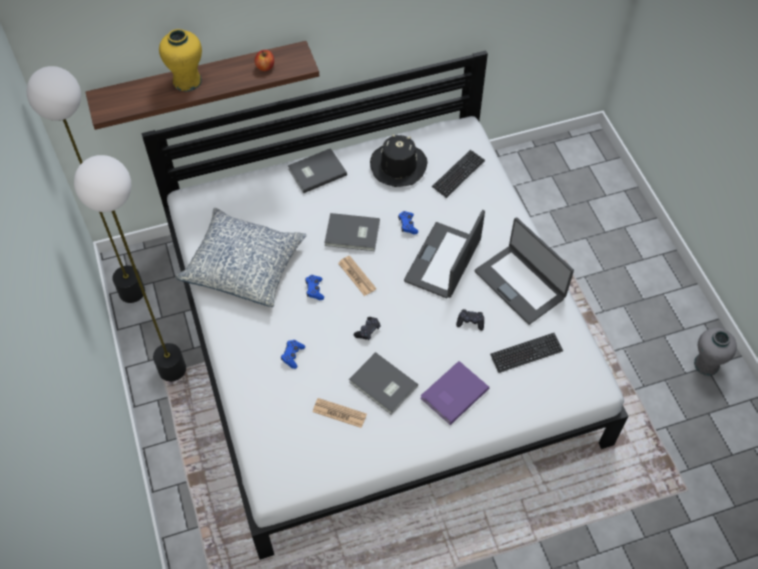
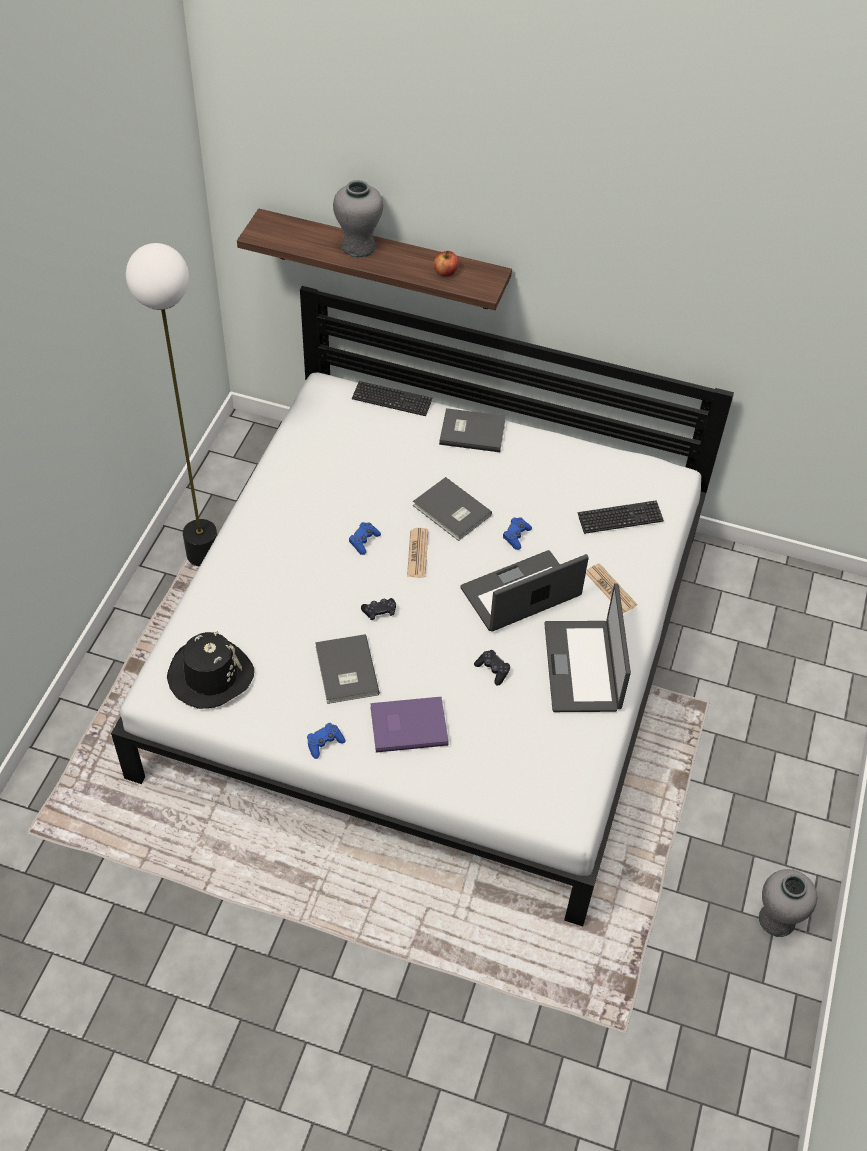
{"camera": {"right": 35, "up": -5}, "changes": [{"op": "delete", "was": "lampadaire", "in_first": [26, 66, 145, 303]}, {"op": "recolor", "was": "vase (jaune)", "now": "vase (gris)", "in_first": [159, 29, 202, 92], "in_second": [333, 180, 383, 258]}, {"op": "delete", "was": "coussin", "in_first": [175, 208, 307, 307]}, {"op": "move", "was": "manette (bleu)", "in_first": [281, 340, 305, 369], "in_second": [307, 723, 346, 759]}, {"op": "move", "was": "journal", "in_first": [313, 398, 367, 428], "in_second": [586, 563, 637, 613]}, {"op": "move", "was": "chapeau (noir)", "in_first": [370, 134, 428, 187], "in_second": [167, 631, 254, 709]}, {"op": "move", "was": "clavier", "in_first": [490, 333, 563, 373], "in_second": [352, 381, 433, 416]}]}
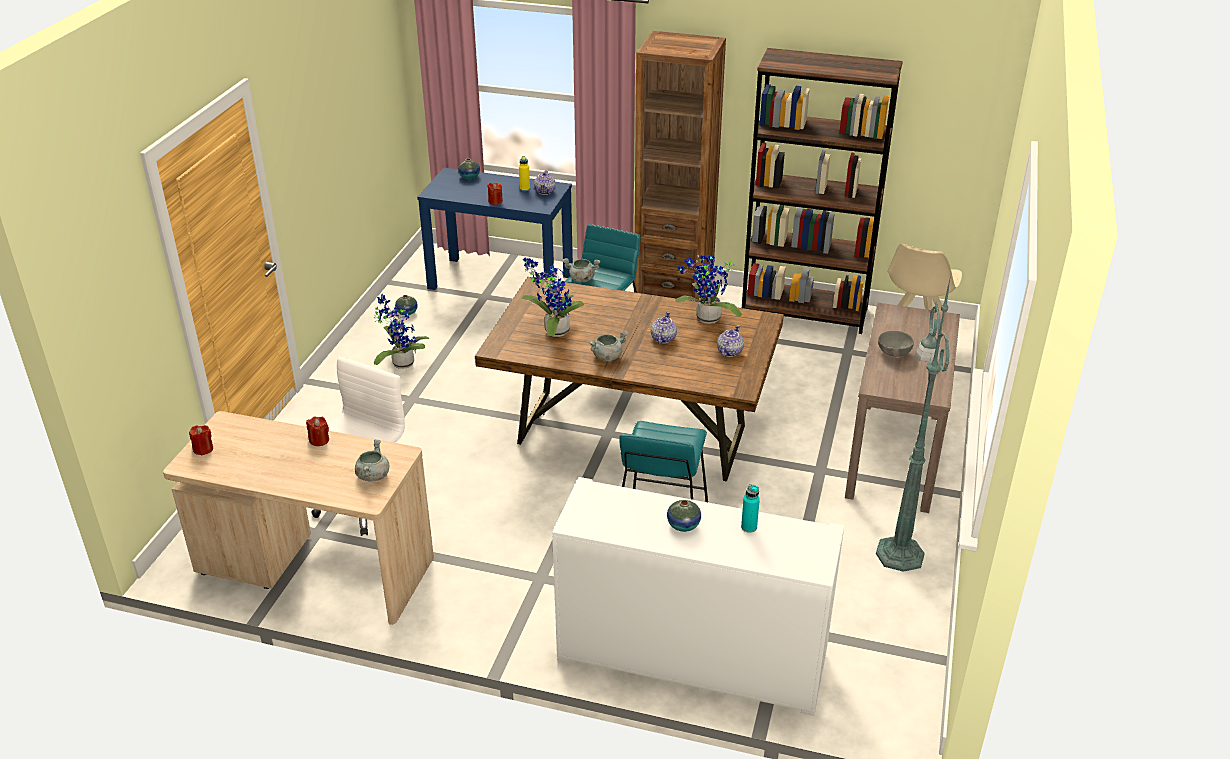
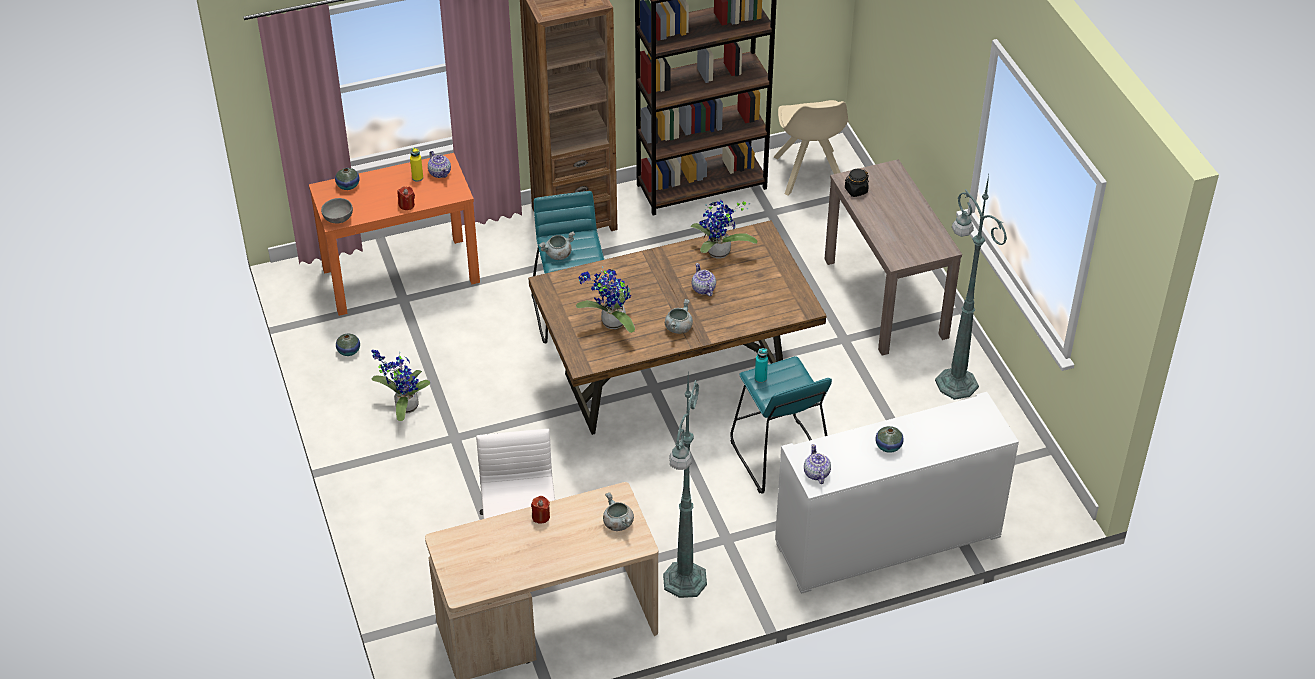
{"camera": {"right": -35, "up": 10}, "changes": [{"op": "delete", "was": "bougie (rouge)", "in_first": [189, 425, 213, 455]}, {"op": "recolor", "was": "table console (bleu)", "now": "table console (orange)", "in_first": [417, 168, 573, 290], "in_second": [309, 153, 480, 316]}, {"op": "move", "was": "théière", "in_first": [717, 325, 744, 357], "in_second": [804, 444, 831, 484]}, {"op": "move", "was": "bouteille (turquoise)", "in_first": [741, 484, 760, 533], "in_second": [755, 348, 768, 383]}, {"op": "move", "was": "bol (gris)", "in_first": [878, 331, 914, 357], "in_second": [321, 198, 353, 224]}, {"op": "insert", "now": "lampadaire (vert)", "in_second": [663, 373, 707, 598]}, {"op": "insert", "now": "bocal (noir)", "in_second": [845, 169, 869, 197]}]}
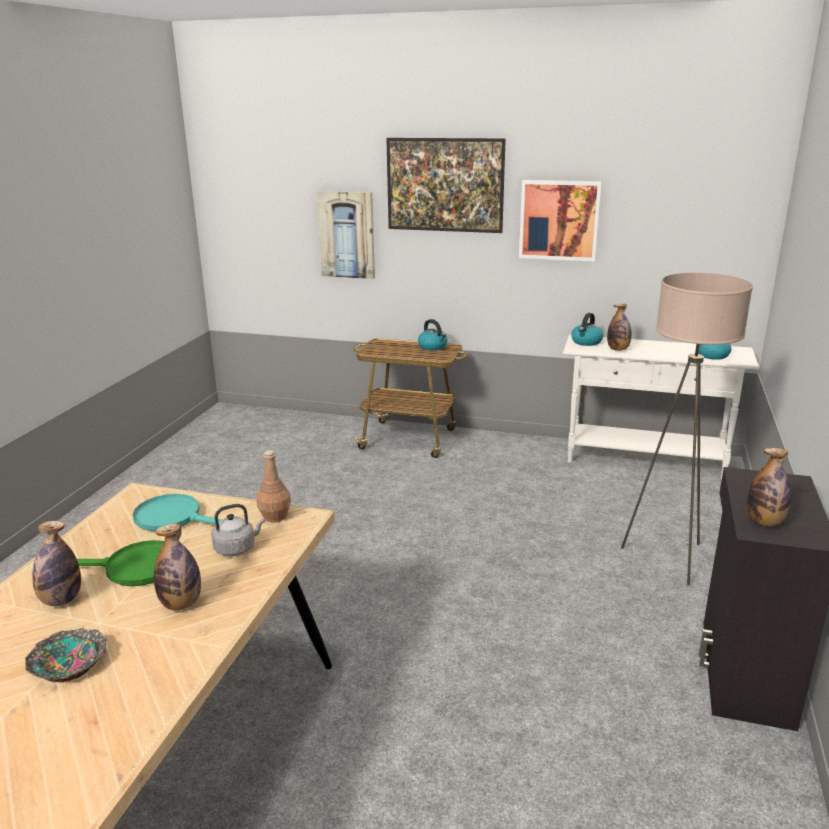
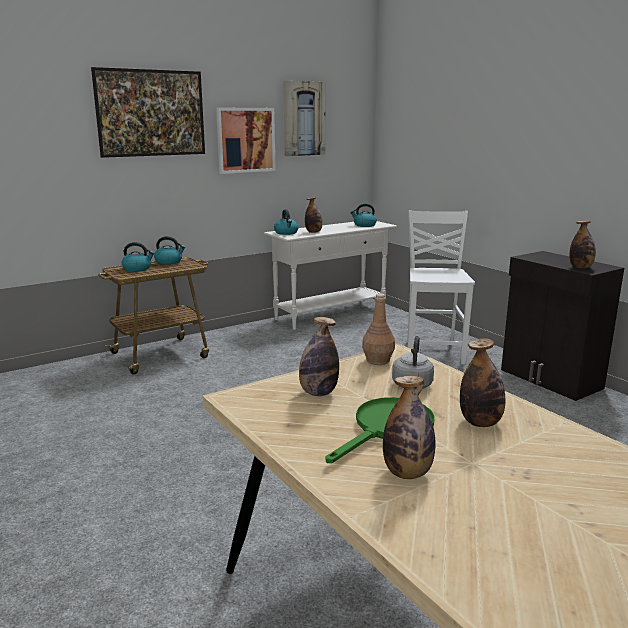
{"camera": {"right": -50, "up": -5}, "changes": [{"op": "delete", "was": "bol", "in_first": [25, 627, 107, 683]}, {"op": "replace", "was": "poêle (turquoise)", "now": "bouteille", "in_first": [132, 494, 222, 531], "in_second": [299, 317, 339, 396]}, {"op": "move", "was": "tableau", "in_first": [317, 191, 375, 279], "in_second": [284, 81, 326, 156]}, {"op": "replace", "was": "lampadaire (beige)", "now": "chaise (blanc)", "in_first": [621, 273, 753, 585], "in_second": [407, 210, 475, 365]}, {"op": "insert", "now": "bouilloire", "in_second": [122, 242, 154, 272]}]}
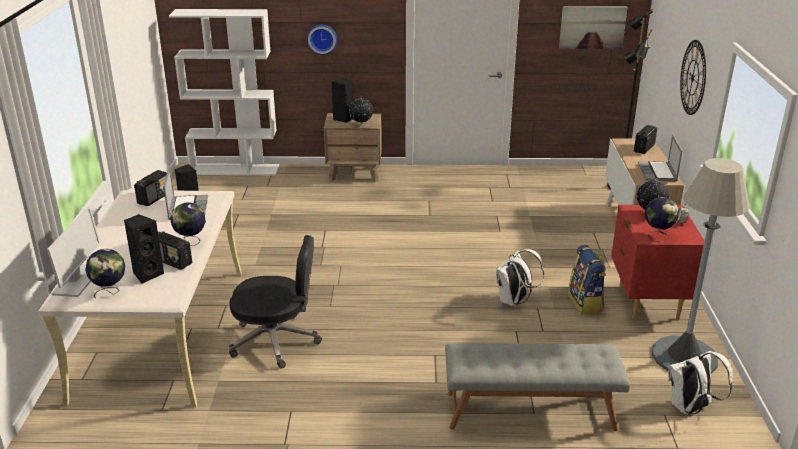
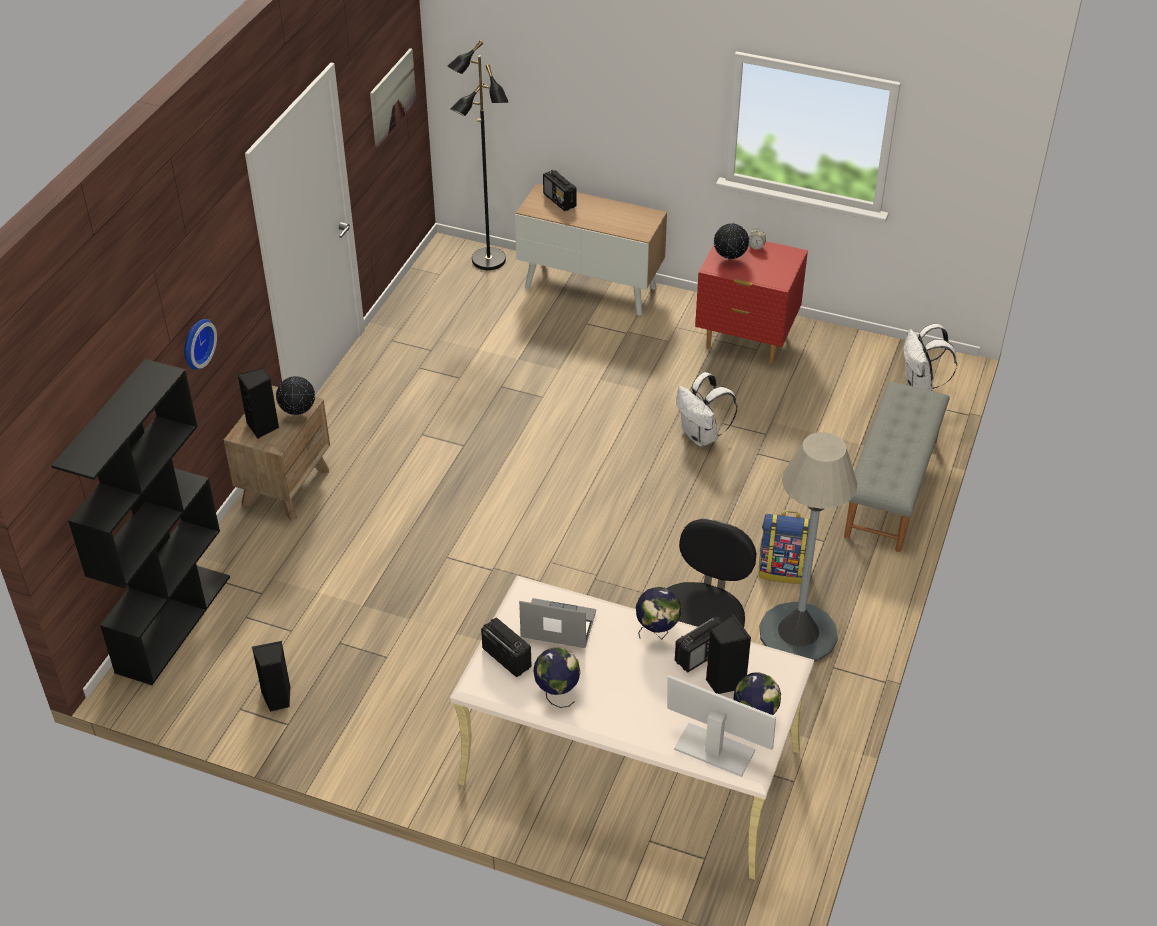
{"camera": {"right": -70, "up": 15}, "changes": [{"op": "recolor", "was": "bibliothèque (blanc)", "now": "bibliothèque (noir)", "in_first": [169, 9, 279, 175], "in_second": [51, 359, 230, 685]}, {"op": "move", "was": "sac à dos", "in_first": [568, 245, 606, 315], "in_second": [759, 511, 810, 584]}, {"op": "delete", "was": "ordinateur portable", "in_first": [638, 134, 682, 181]}, {"op": "move", "was": "globe", "in_first": [645, 197, 679, 242], "in_second": [533, 648, 580, 708]}, {"op": "move", "was": "lampadaire (gris)", "in_first": [652, 158, 750, 374], "in_second": [759, 432, 858, 662]}, {"op": "delete", "was": "horloge murale", "in_first": [680, 40, 706, 115]}]}
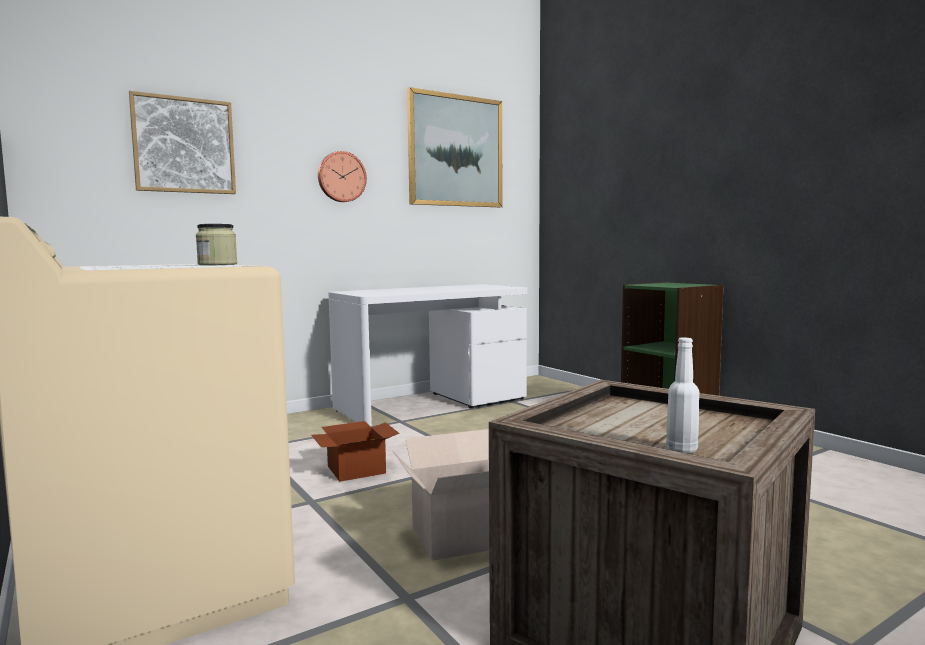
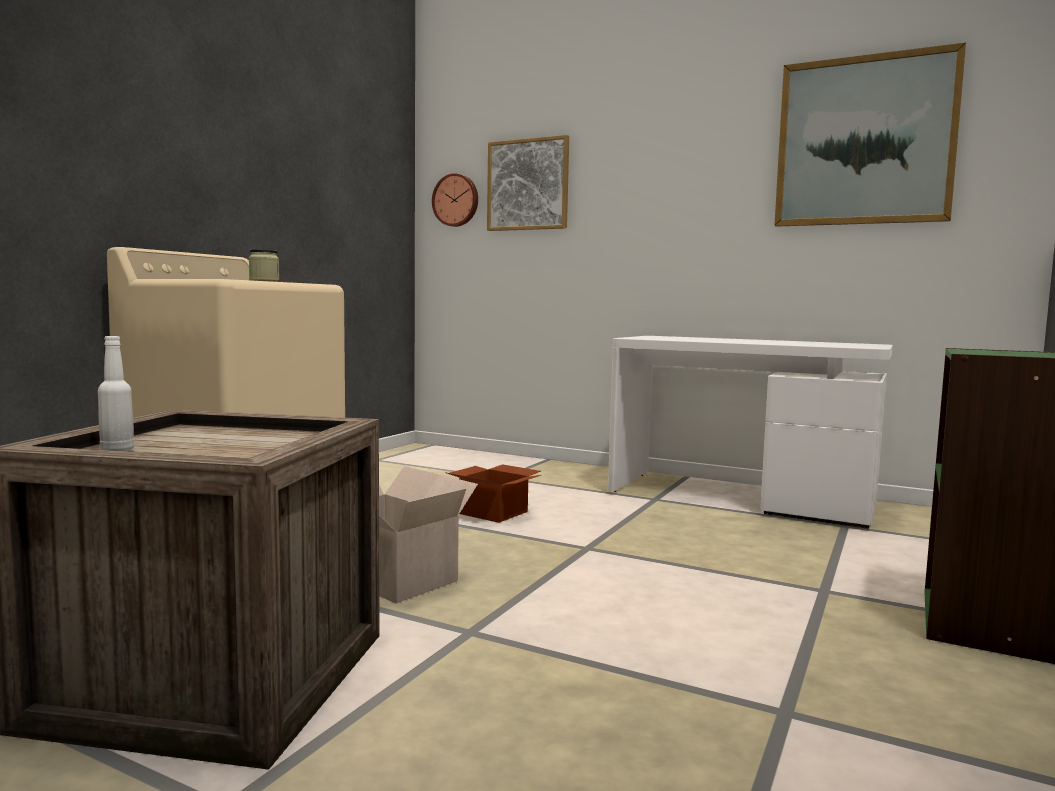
{"camera": {"right": 60, "up": 0}, "changes": [{"op": "move", "was": "horloge murale", "in_first": [318, 151, 367, 202], "in_second": [432, 173, 478, 227]}]}
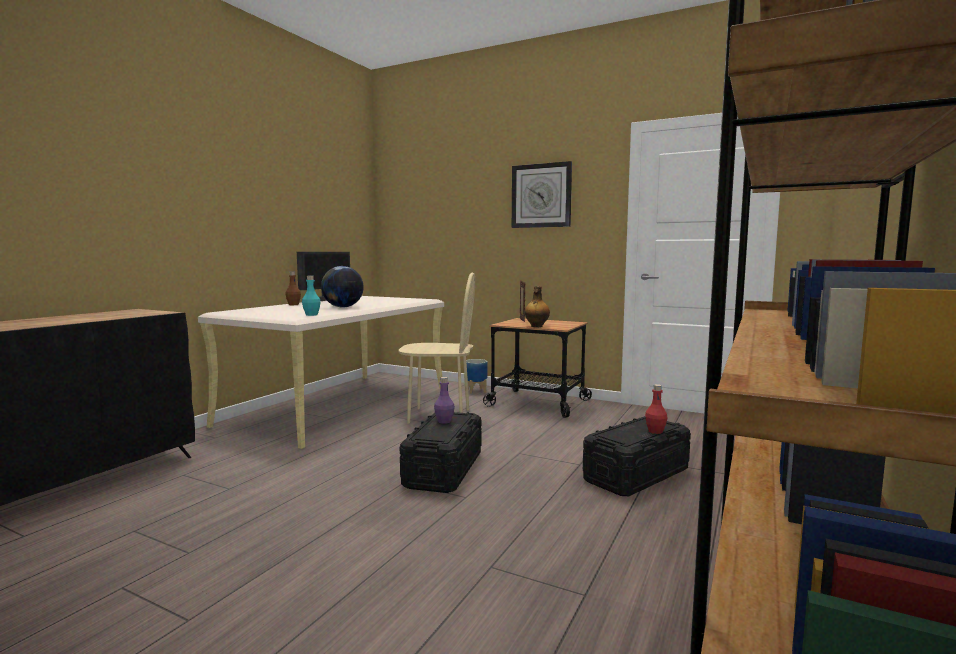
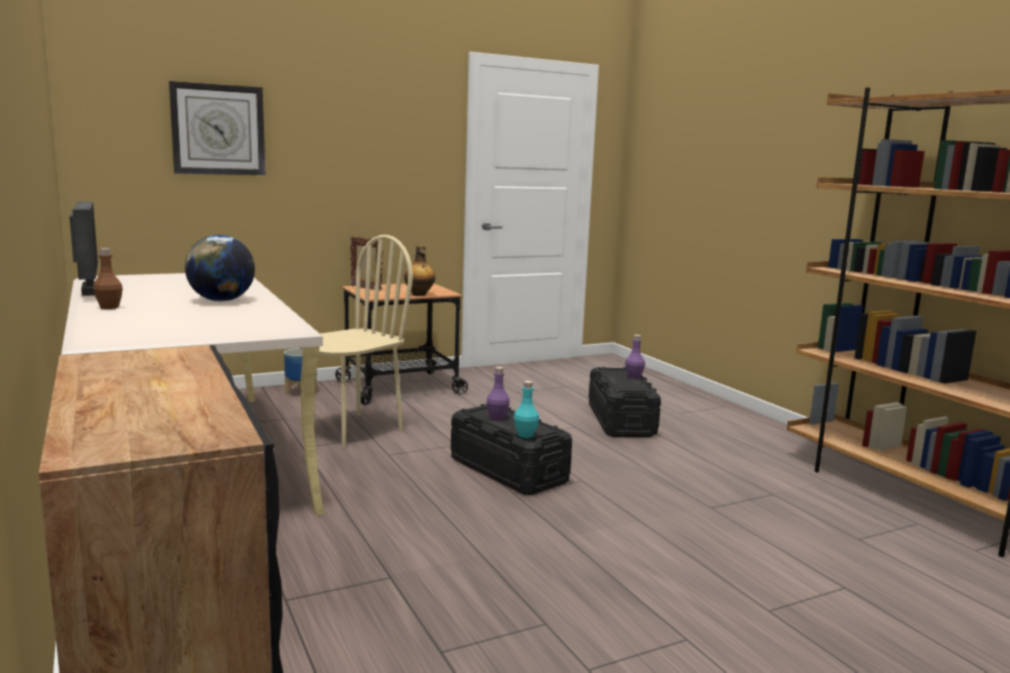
{"camera": {"right": -55, "up": 5}, "changes": [{"op": "move", "was": "bouteille (turquoise)", "in_first": [302, 276, 321, 316], "in_second": [514, 381, 539, 438]}, {"op": "move", "was": "horloge murale", "in_first": [512, 161, 572, 228], "in_second": [169, 81, 265, 175]}, {"op": "recolor", "was": "bouteille (rouge)", "now": "bouteille (violet)", "in_first": [645, 384, 667, 434], "in_second": [625, 335, 645, 379]}]}
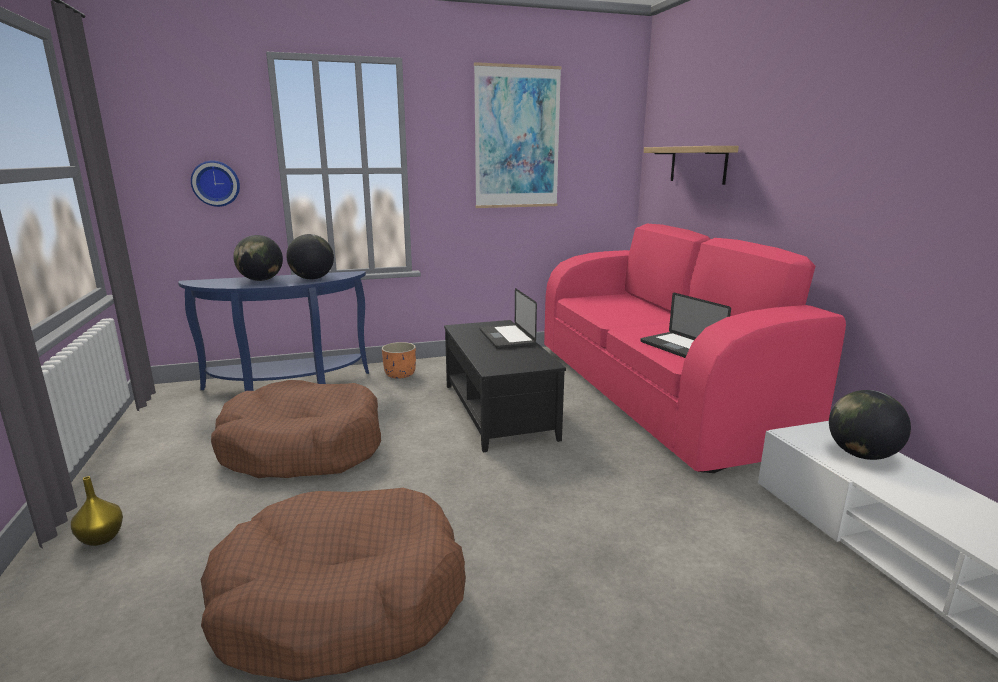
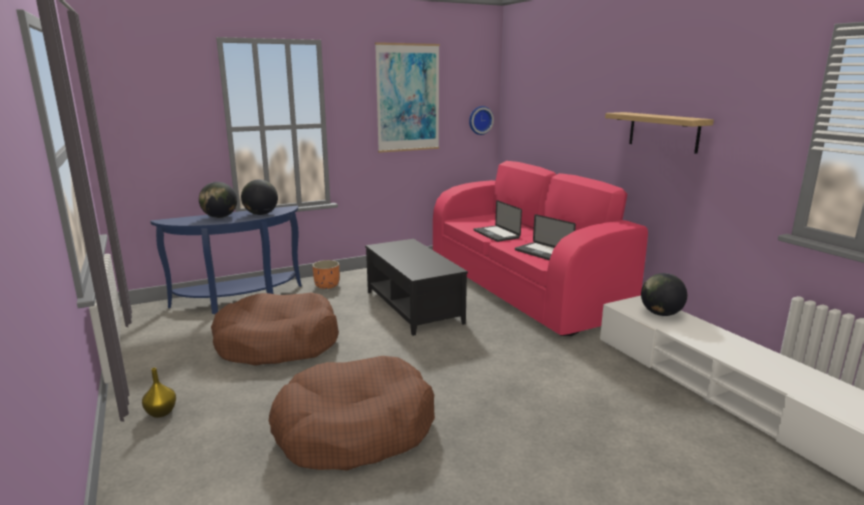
{"camera": {"right": -10, "up": 0}, "changes": [{"op": "move", "was": "horloge murale", "in_first": [191, 161, 240, 207], "in_second": [469, 106, 494, 135]}, {"op": "move", "was": "ordinateur portable", "in_first": [480, 288, 537, 349], "in_second": [474, 200, 522, 242]}, {"op": "move", "was": "étagère", "in_first": [644, 146, 739, 185], "in_second": [605, 112, 714, 154]}]}
